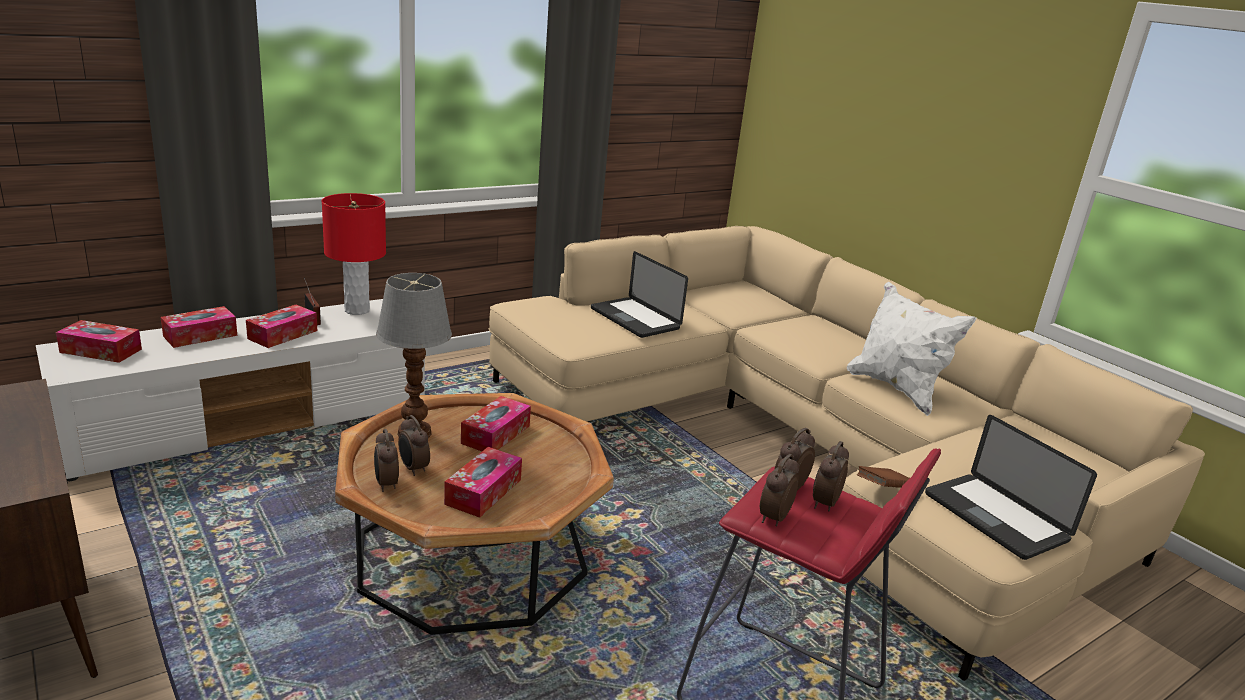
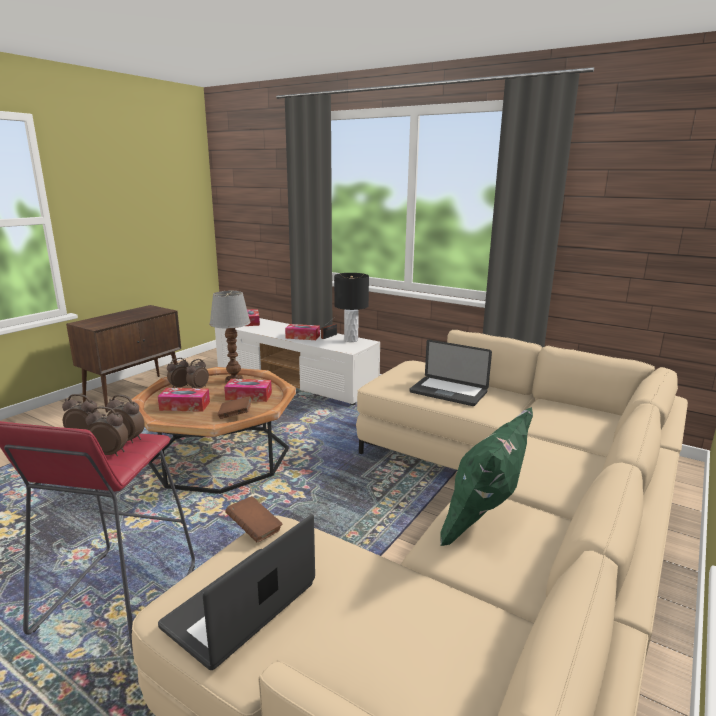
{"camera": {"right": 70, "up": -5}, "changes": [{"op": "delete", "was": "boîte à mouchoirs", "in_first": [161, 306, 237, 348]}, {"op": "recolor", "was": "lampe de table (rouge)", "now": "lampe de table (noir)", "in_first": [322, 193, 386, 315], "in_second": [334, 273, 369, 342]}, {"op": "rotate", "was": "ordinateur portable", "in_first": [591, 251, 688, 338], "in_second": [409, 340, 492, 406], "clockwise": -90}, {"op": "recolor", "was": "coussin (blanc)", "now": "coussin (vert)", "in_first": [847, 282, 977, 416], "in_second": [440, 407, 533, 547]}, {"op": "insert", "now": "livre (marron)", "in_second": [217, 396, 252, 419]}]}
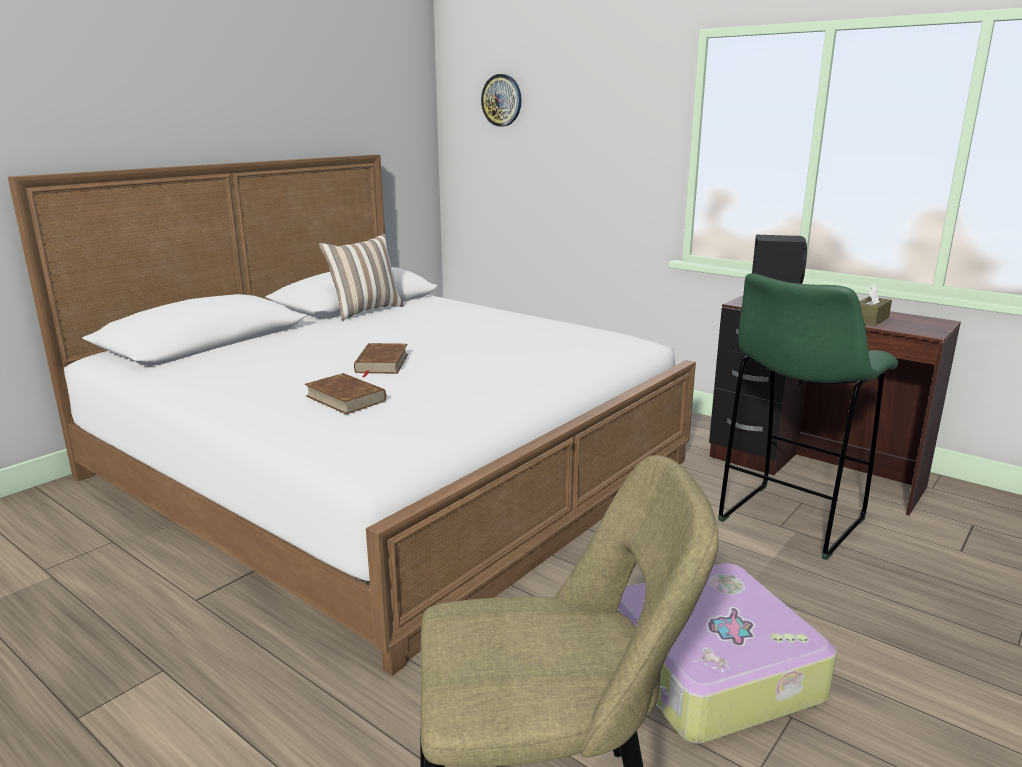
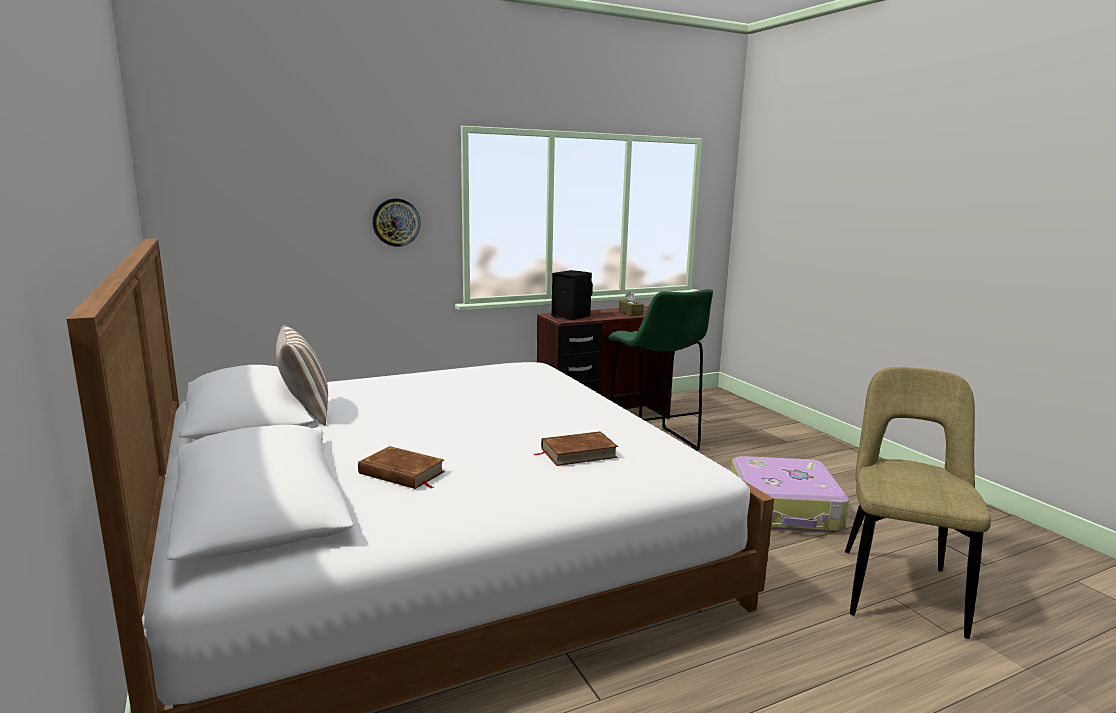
{"camera": {"right": -65, "up": -5}, "changes": [{"op": "move", "was": "livre (marron)", "in_first": [354, 343, 408, 377], "in_second": [358, 446, 445, 489]}, {"op": "move", "was": "horloge murale", "in_first": [481, 74, 522, 127], "in_second": [372, 198, 421, 247]}]}
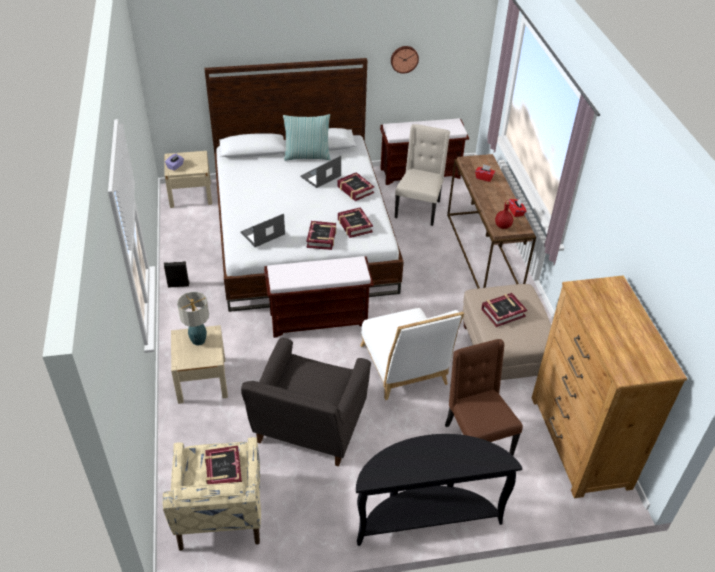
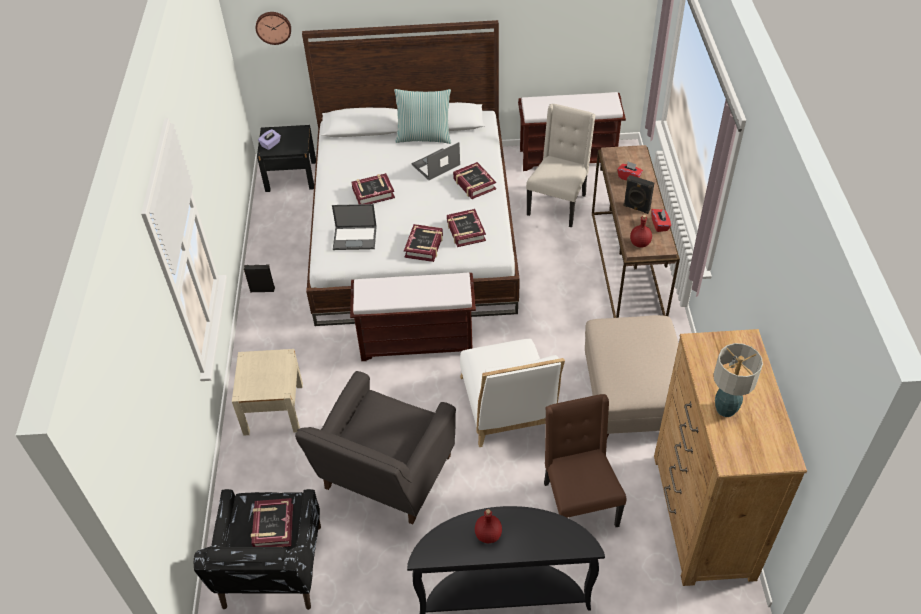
{"camera": {"right": 10, "up": 5}, "changes": [{"op": "recolor", "was": "fauteuil (beige)", "now": "fauteuil (noir)", "in_first": [163, 437, 261, 551], "in_second": [194, 489, 321, 610]}, {"op": "recolor", "was": "table de chevet (beige)", "now": "table de chevet (noir)", "in_first": [165, 151, 212, 208], "in_second": [257, 125, 316, 192]}, {"op": "move", "was": "lampe de table", "in_first": [177, 292, 209, 345], "in_second": [714, 343, 763, 417]}, {"op": "rotate", "was": "ordinateur portable", "in_first": [240, 214, 285, 247], "in_second": [332, 204, 377, 250], "clockwise": -150}, {"op": "move", "was": "horloge murale", "in_first": [391, 46, 419, 74], "in_second": [256, 12, 291, 45]}, {"op": "move", "was": "livre", "in_first": [481, 293, 527, 327], "in_second": [351, 173, 395, 204]}, {"op": "insert", "now": "bouteille (rouge)", "in_second": [475, 509, 502, 543]}, {"op": "insert", "now": "enceinte (noir)", "in_second": [624, 175, 654, 214]}]}
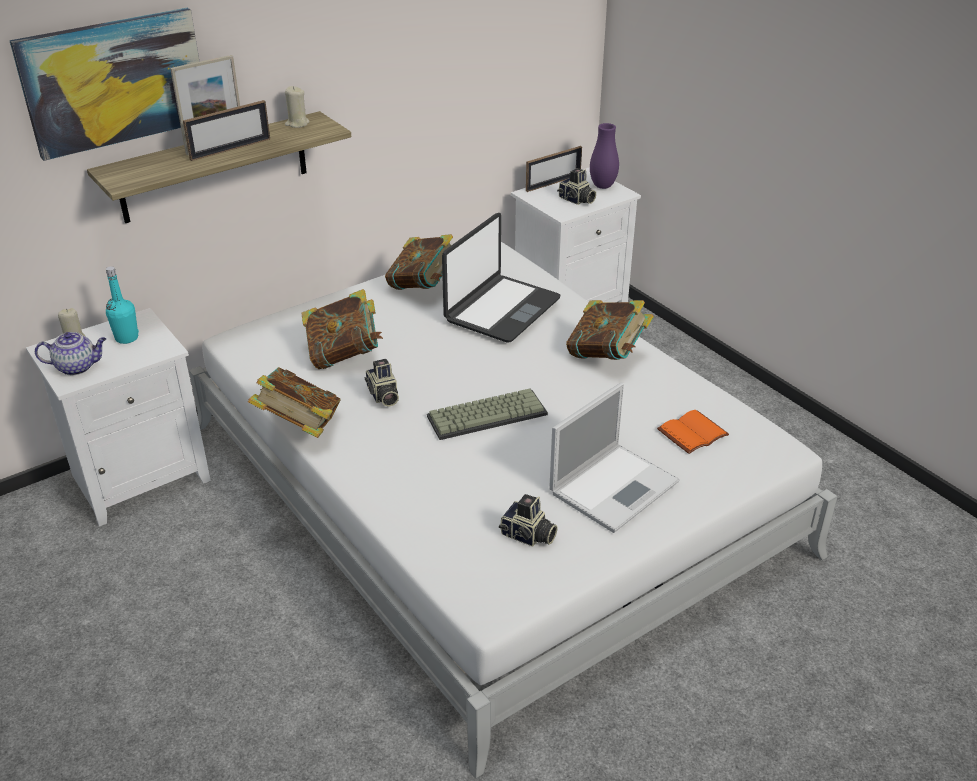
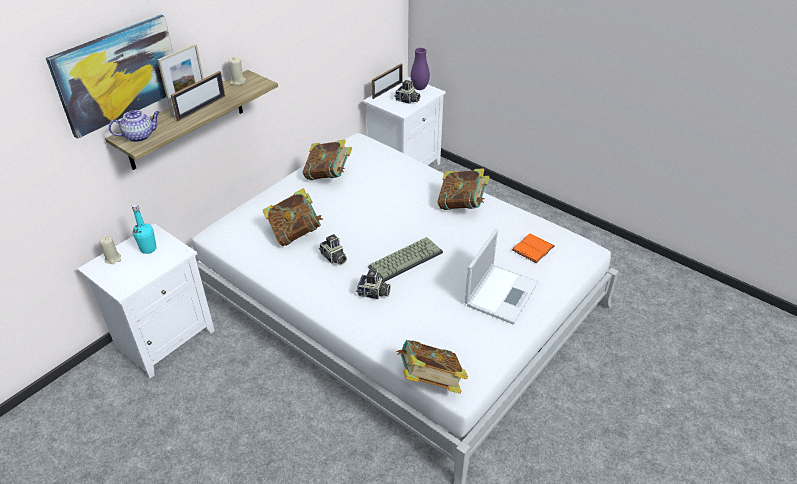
{"camera": {"right": -15, "up": 5}, "changes": [{"op": "move", "was": "théière", "in_first": [35, 332, 106, 375], "in_second": [109, 110, 160, 142]}, {"op": "move", "was": "livre", "in_first": [248, 367, 341, 438], "in_second": [396, 340, 468, 394]}, {"op": "delete", "was": "ordinateur portable", "in_first": [442, 213, 560, 342]}, {"op": "move", "was": "appareil photo", "in_first": [499, 494, 558, 547], "in_second": [356, 270, 391, 299]}]}
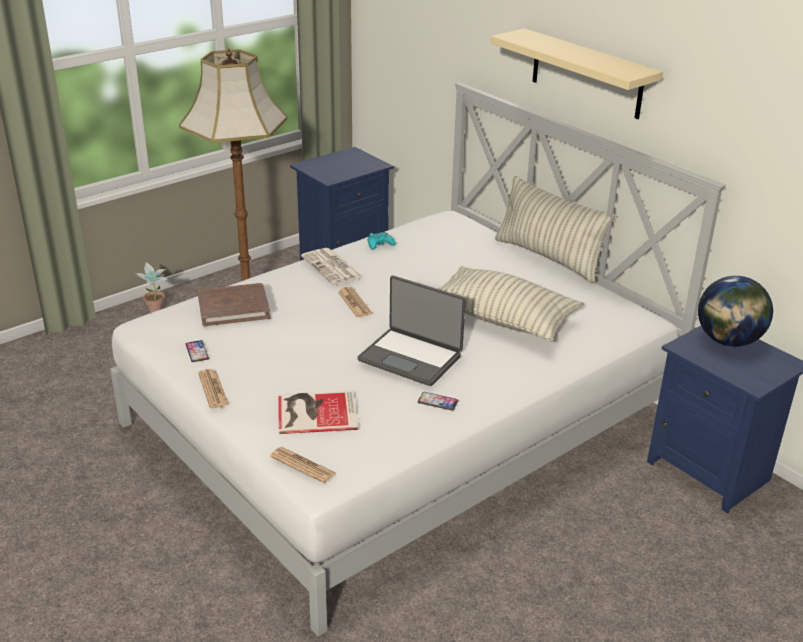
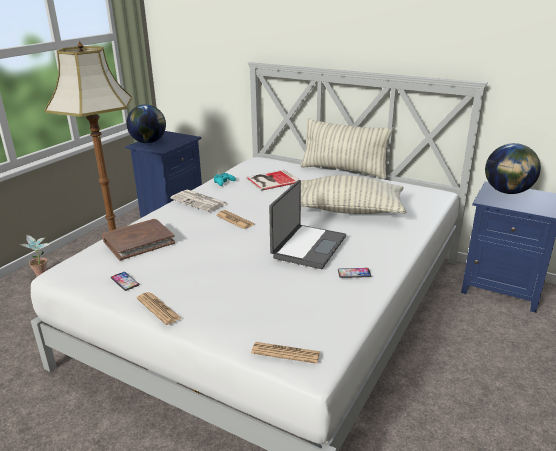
{"camera": {"right": -20, "up": -5}, "changes": [{"op": "move", "was": "livre", "in_first": [278, 390, 358, 434], "in_second": [246, 170, 300, 191]}, {"op": "rotate", "was": "ordinateur portable", "in_first": [357, 275, 466, 386], "in_second": [269, 180, 346, 269], "clockwise": -75}, {"op": "delete", "was": "étagère (beige)", "in_first": [491, 28, 663, 119]}, {"op": "insert", "now": "globe", "in_second": [126, 104, 166, 143]}]}
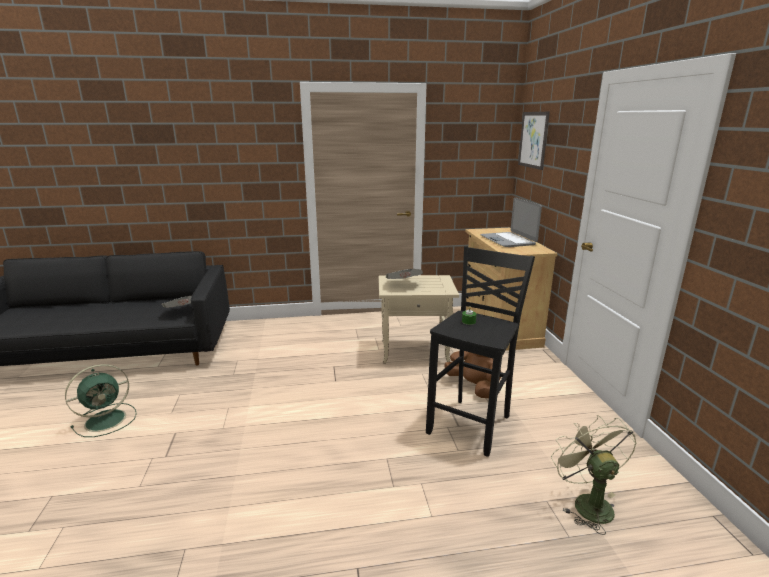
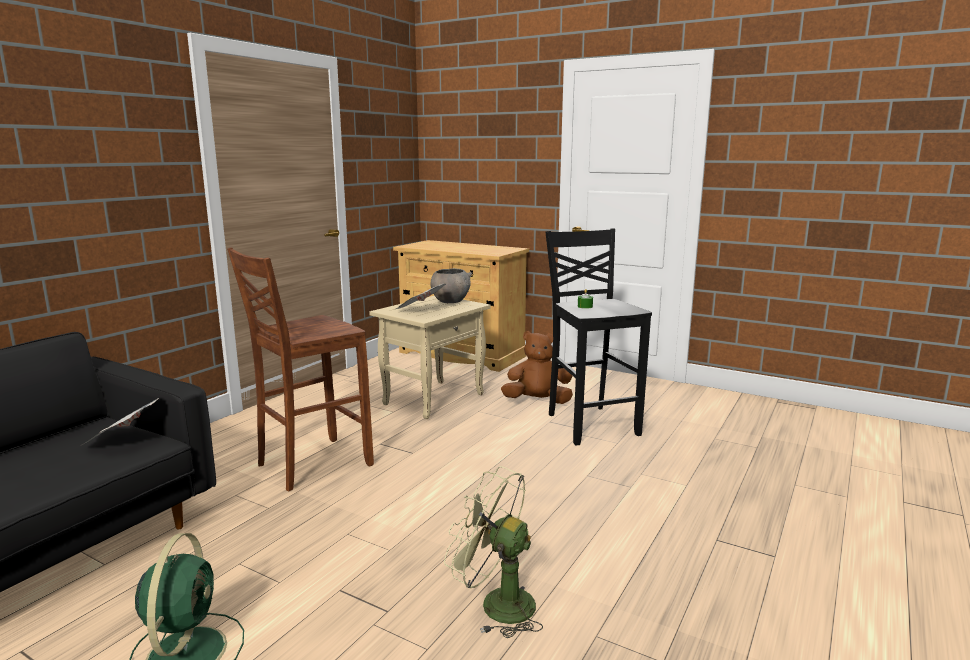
{"camera": {"right": -50, "up": -5}, "changes": [{"op": "delete", "was": "ordinateur portable", "in_first": [480, 197, 542, 247]}, {"op": "delete", "was": "tableau", "in_first": [518, 112, 550, 170]}, {"op": "move", "was": "ventilateur (vert)", "in_first": [551, 415, 637, 535], "in_second": [444, 466, 543, 638]}, {"op": "insert", "now": "tabouret (marron)", "in_second": [227, 247, 374, 491]}, {"op": "insert", "now": "bol (gris)", "in_second": [431, 268, 472, 303]}]}
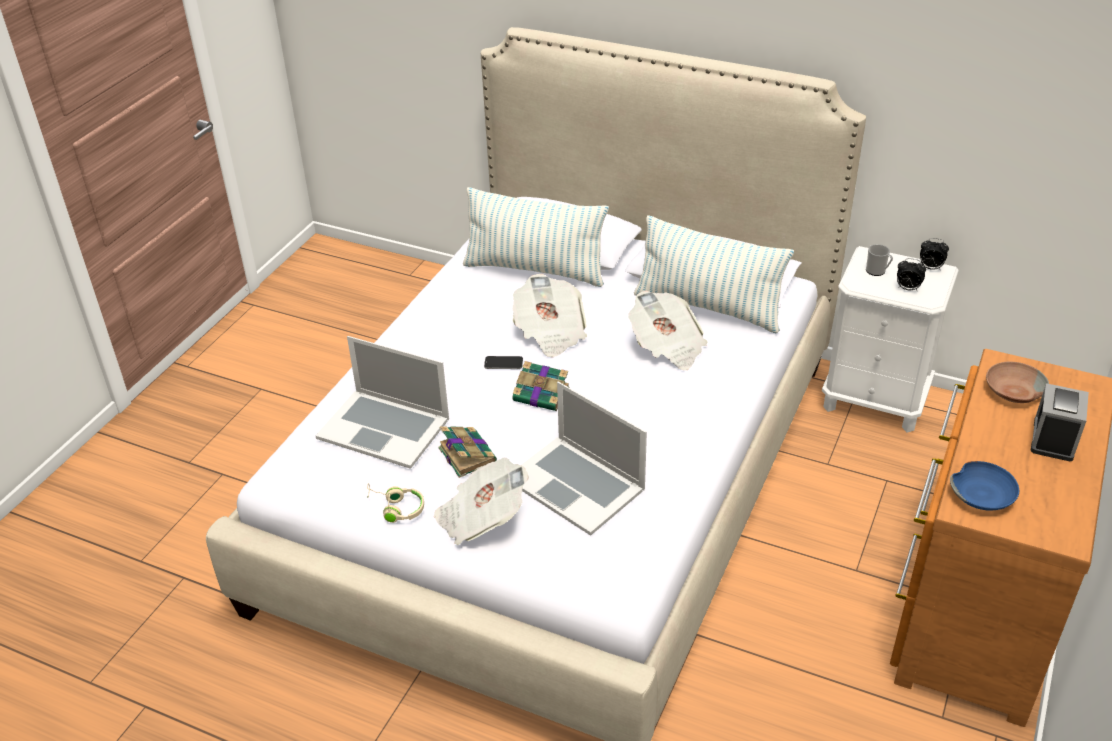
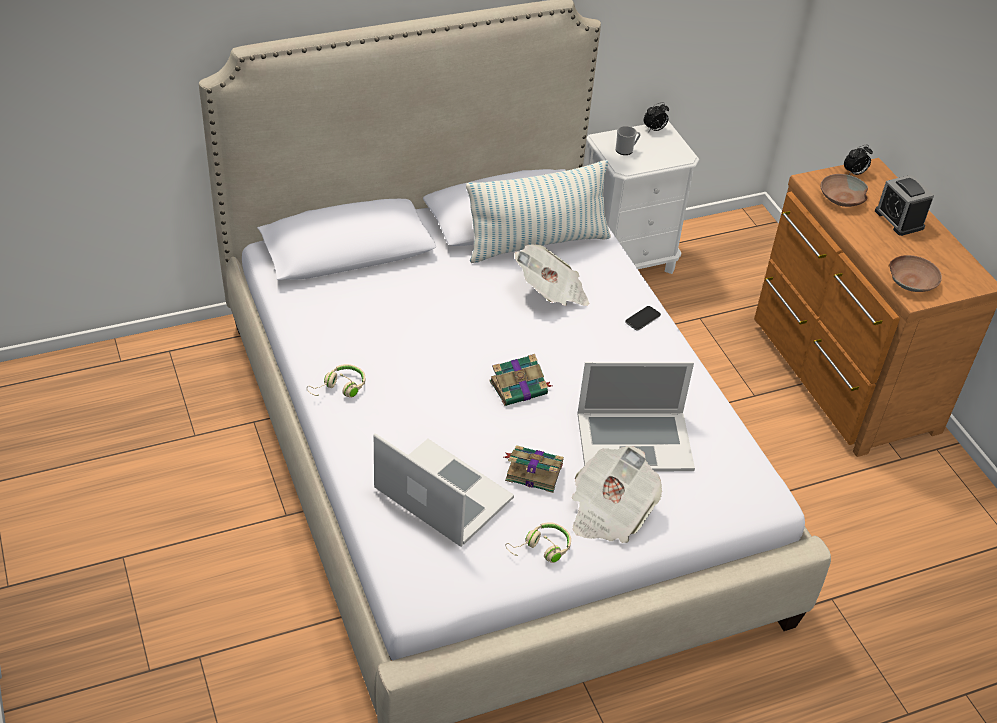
{"camera": {"right": -50, "up": 5}, "changes": [{"op": "rotate", "was": "ordinateur portable", "in_first": [315, 336, 449, 469], "in_second": [374, 433, 514, 547], "clockwise": -120}, {"op": "delete", "was": "coussin", "in_first": [463, 187, 609, 287]}, {"op": "move", "was": "téléphone", "in_first": [484, 356, 523, 369], "in_second": [625, 306, 661, 331]}, {"op": "delete", "was": "journal", "in_first": [513, 274, 587, 358]}, {"op": "move", "was": "réveil", "in_first": [897, 258, 926, 292], "in_second": [844, 145, 873, 175]}, {"op": "recolor", "was": "bol (bleu)", "now": "bol (marron)", "in_first": [950, 461, 1019, 511], "in_second": [889, 255, 942, 292]}, {"op": "insert", "now": "casque audio (beige)", "in_second": [307, 364, 365, 398]}]}
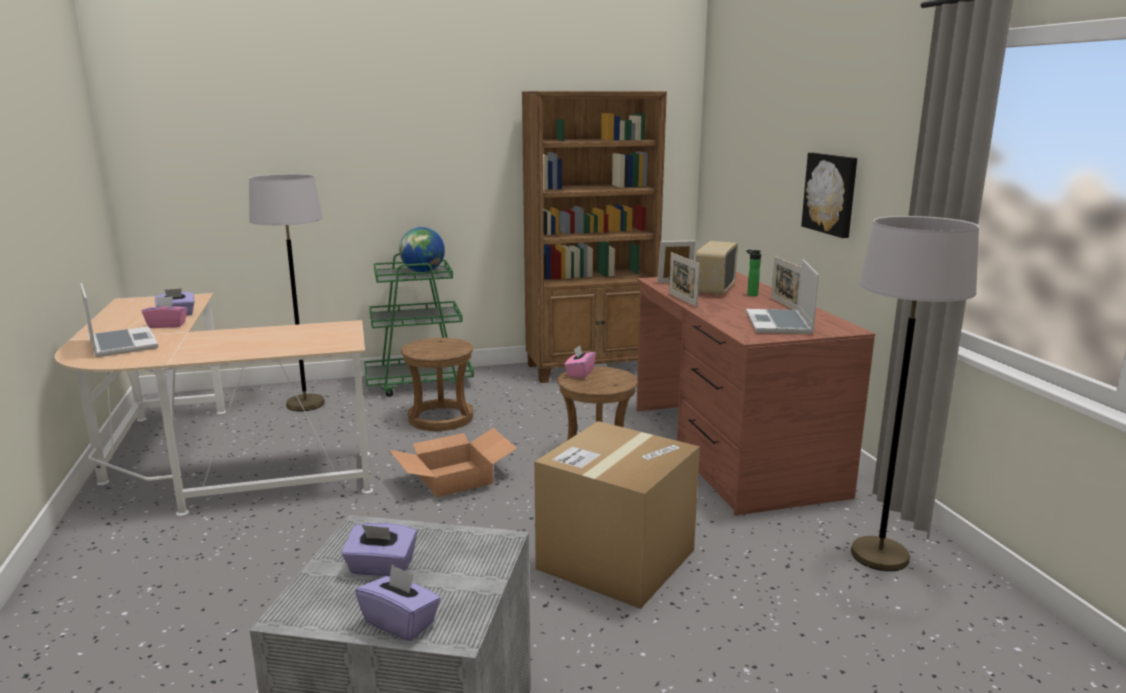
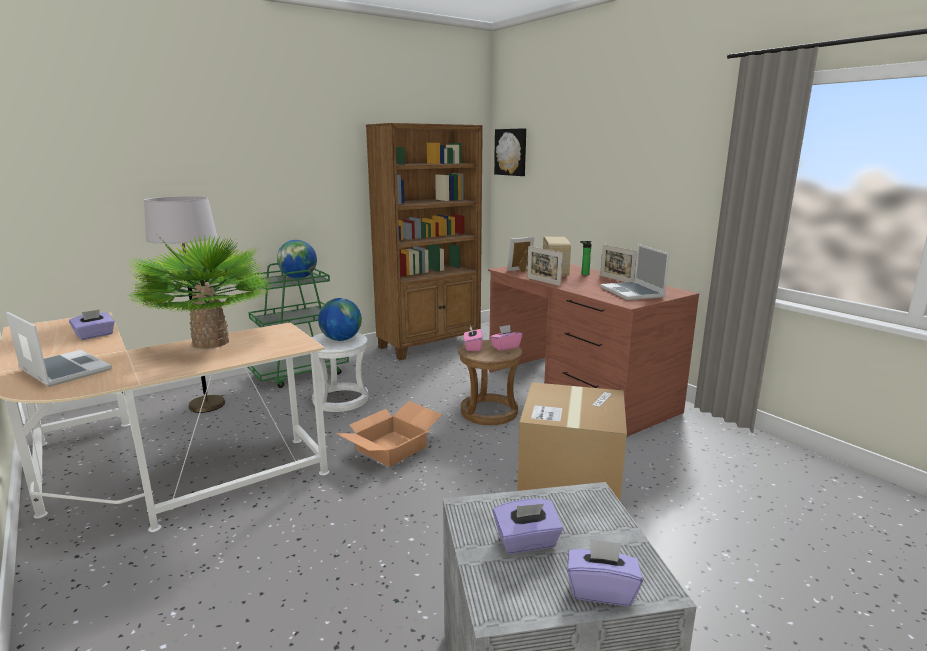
{"camera": {"right": -20, "up": 0}, "changes": [{"op": "move", "was": "boîte à mouchoirs (rose)", "in_first": [142, 296, 187, 328], "in_second": [490, 325, 522, 351]}, {"op": "recolor", "was": "tabouret (marron)", "now": "tabouret (blanc)", "in_first": [401, 338, 474, 431], "in_second": [311, 333, 368, 412]}, {"op": "move", "was": "tableau", "in_first": [801, 153, 857, 238], "in_second": [494, 128, 526, 176]}, {"op": "delete", "was": "lampadaire (gris)", "in_first": [851, 216, 979, 571]}, {"op": "insert", "now": "plante en pot", "in_second": [126, 235, 274, 349]}, {"op": "insert", "now": "globe", "in_second": [318, 298, 362, 341]}]}
